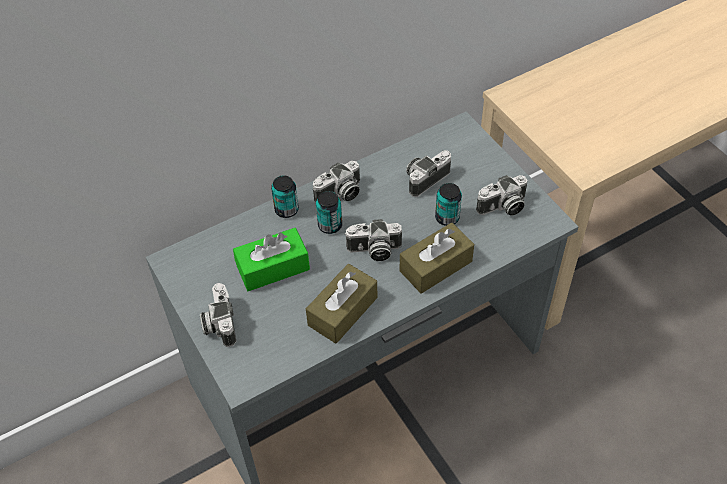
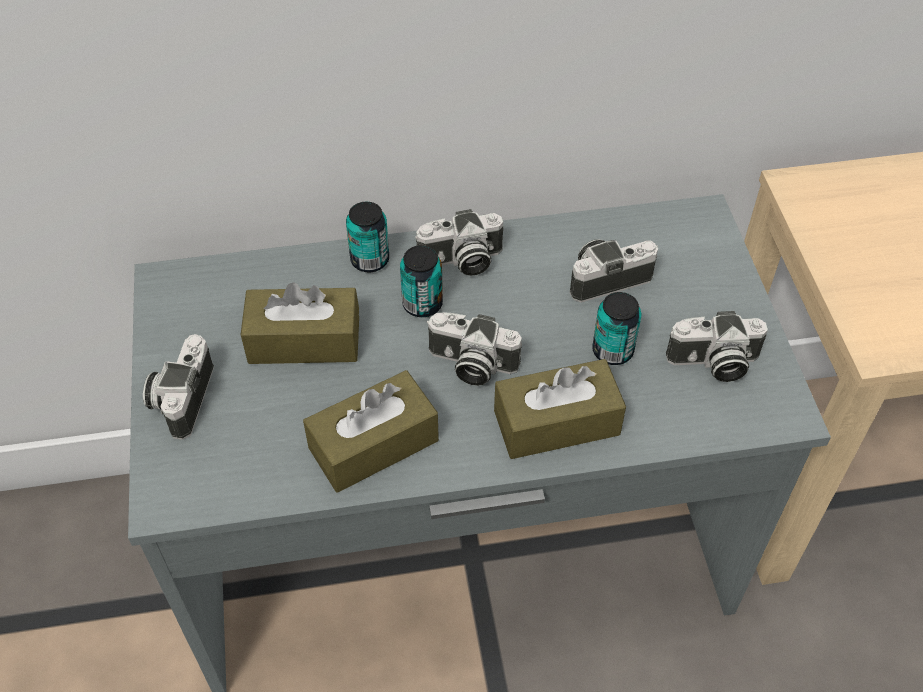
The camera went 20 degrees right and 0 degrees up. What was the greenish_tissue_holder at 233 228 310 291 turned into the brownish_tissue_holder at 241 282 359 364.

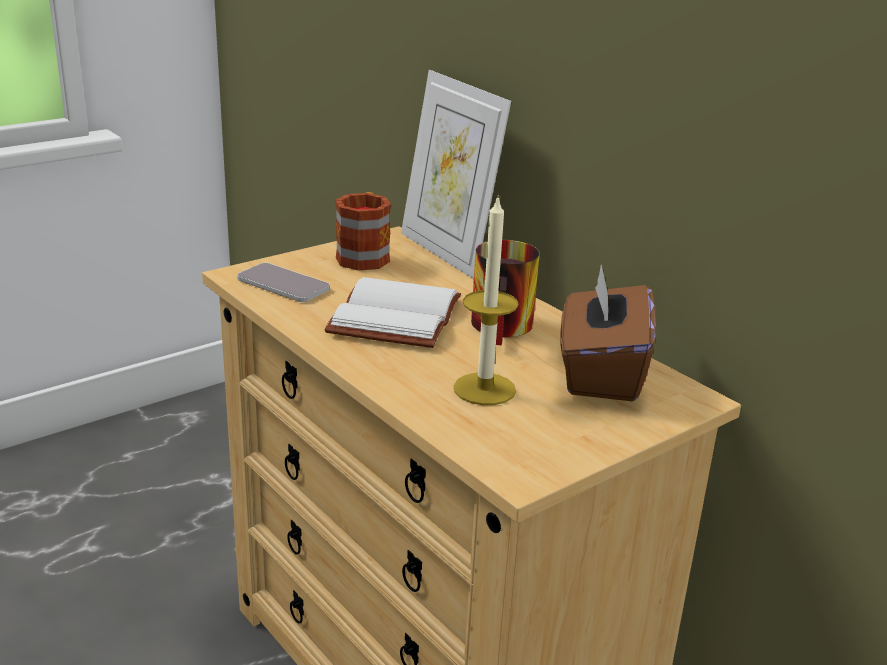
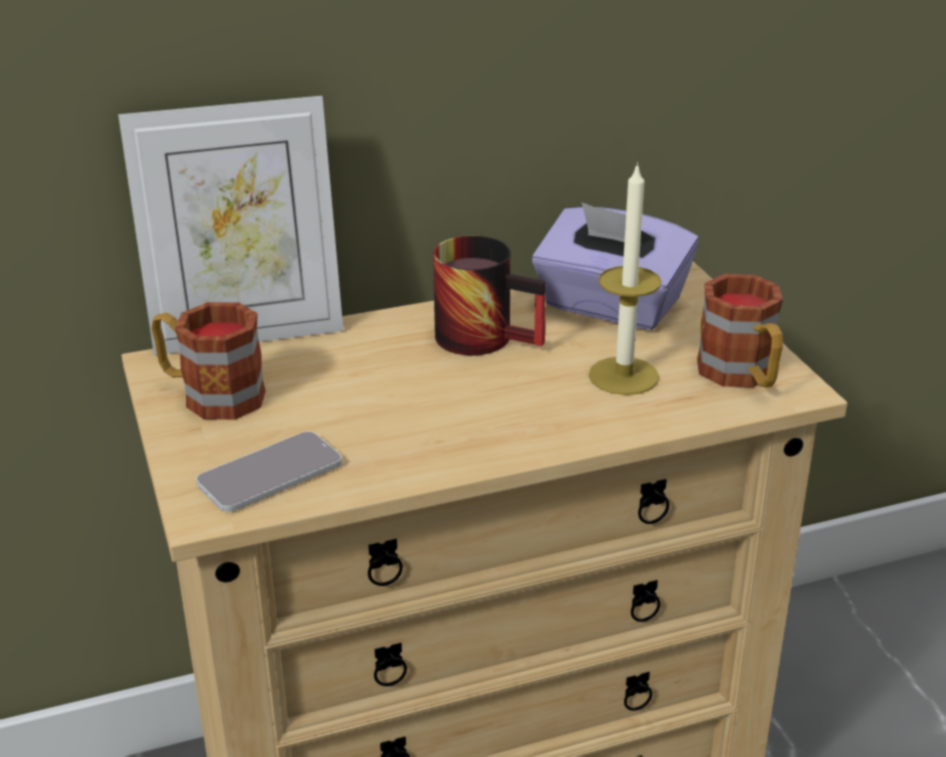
The camera went 70 degrees left and 5 degrees up. The second view lost the white-coloured_bound_book at 325 277 461 348. The second view gained the coffee_mug at 697 274 783 388. What was the brownish_tissue_holder at 560 265 656 401 turned into the purple_tissue_holder at 532 202 699 330.

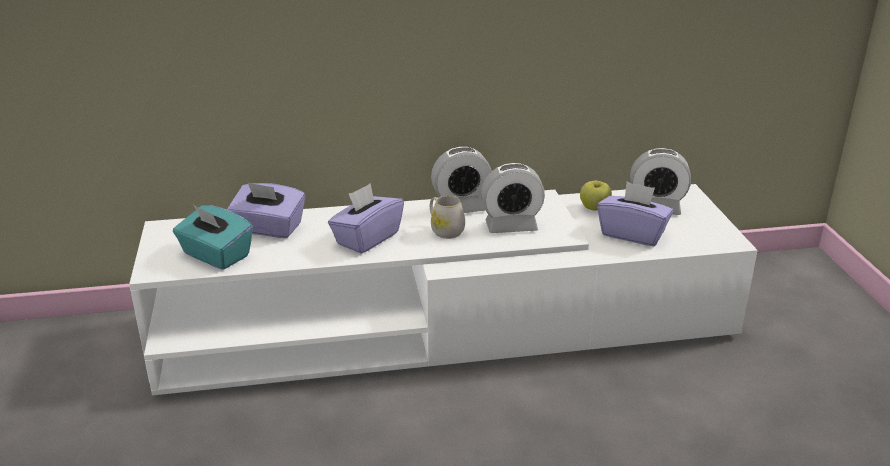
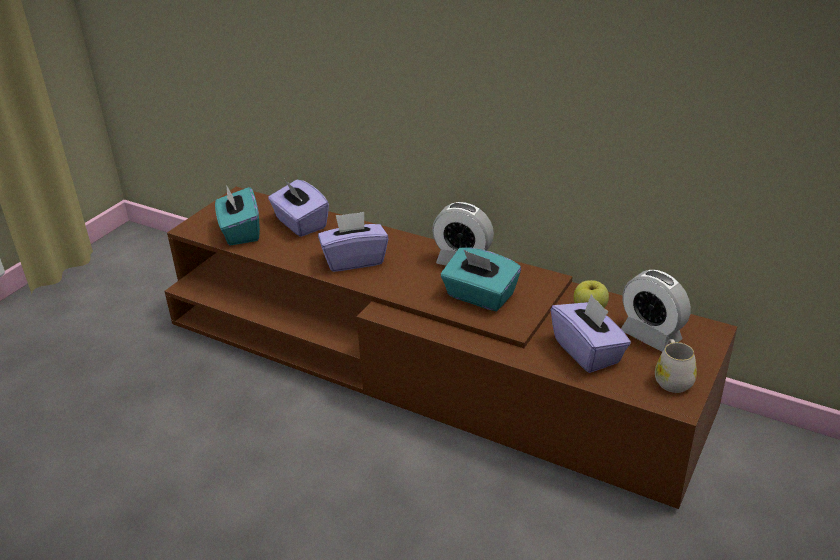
The camera went 40 degrees right and 5 degrees up. The white-coloured_coffee_mug ended up elsewhere, having gone from 430 196 465 239 to 655 339 697 393. Where the alarm_clock stood at 481 163 545 233, the turquoise_tissue_holder came to stand at 441 248 521 311. What was the white-coloured_media_console at 129 184 758 395 turned into the brownish_media_console at 164 187 737 509.

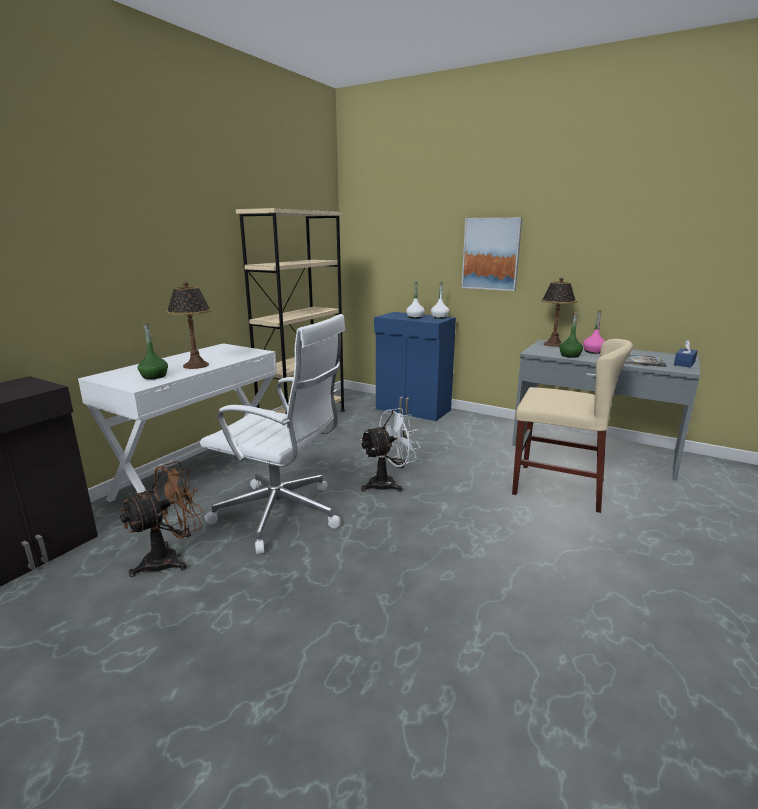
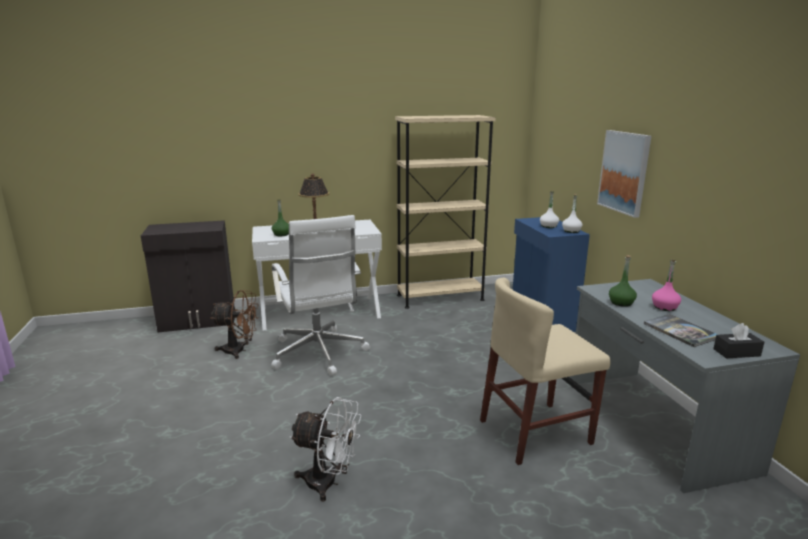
The camera went 45 degrees right and 0 degrees up. The second view lost the tabletop_lamp at 541 278 577 347. The white-coloured_fan ended up elsewhere, having gone from 360 408 420 492 to 289 397 361 502. What was the bluish_tissue_holder at 674 340 698 367 turned into the black_tissue_holder at 713 323 764 358. The beige_upright_chair at 512 339 633 513 ended up facing another way, 90 degrees clockwise from before.

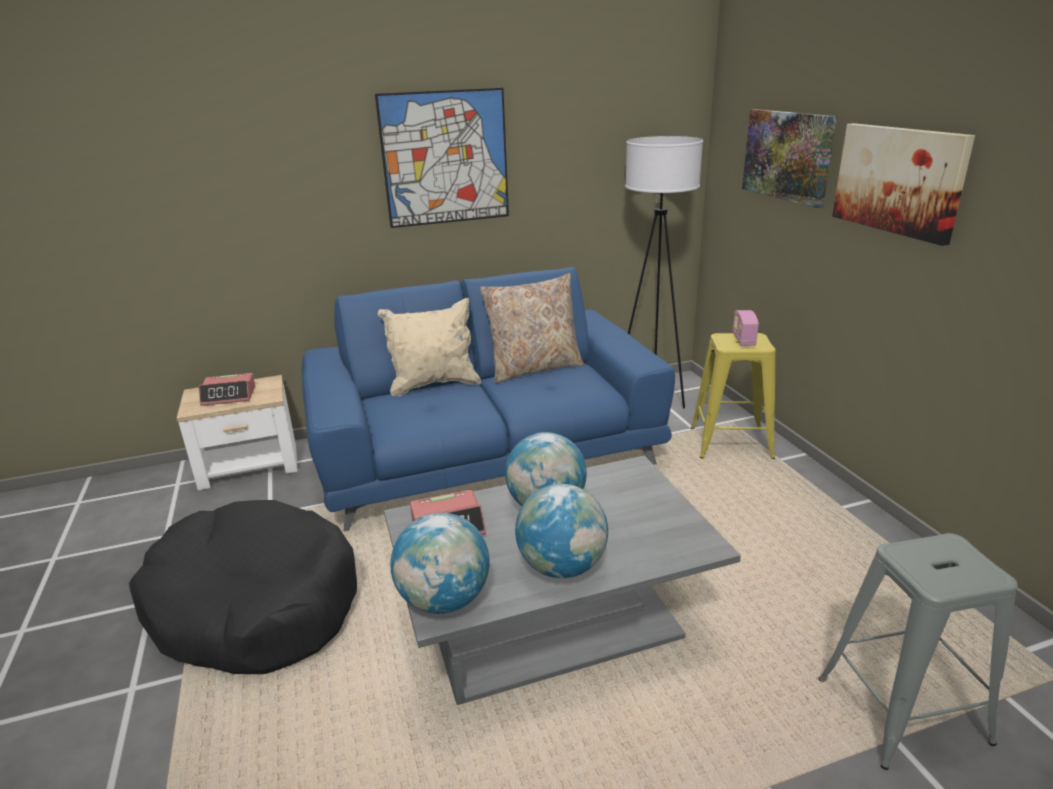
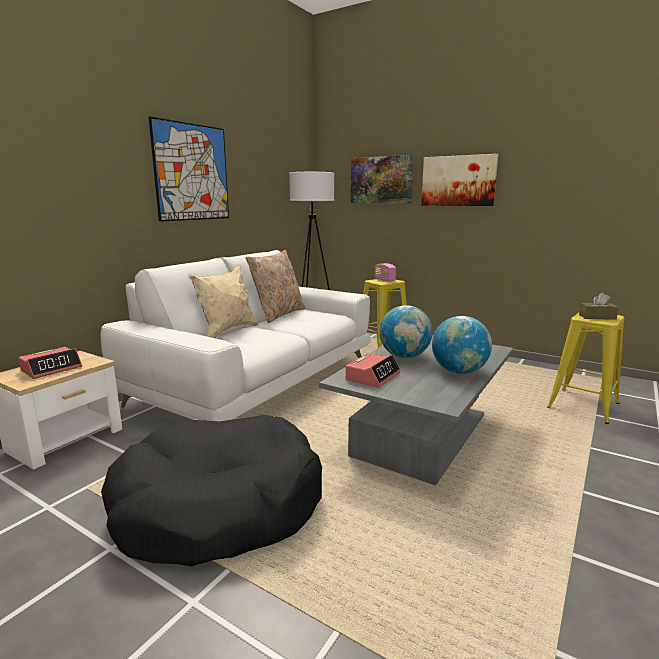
The camera went 40 degrees left and 10 degrees down. The second view lost the world_globe at 390 513 490 614. The second view gained the brownish_tissue_holder at 579 293 619 320. What was the bluish_settee at 302 267 675 531 turned into the white-coloured_settee at 100 250 371 422. What was the grey_stool at 819 533 1017 770 turned into the yellowish_stool at 547 313 625 424.

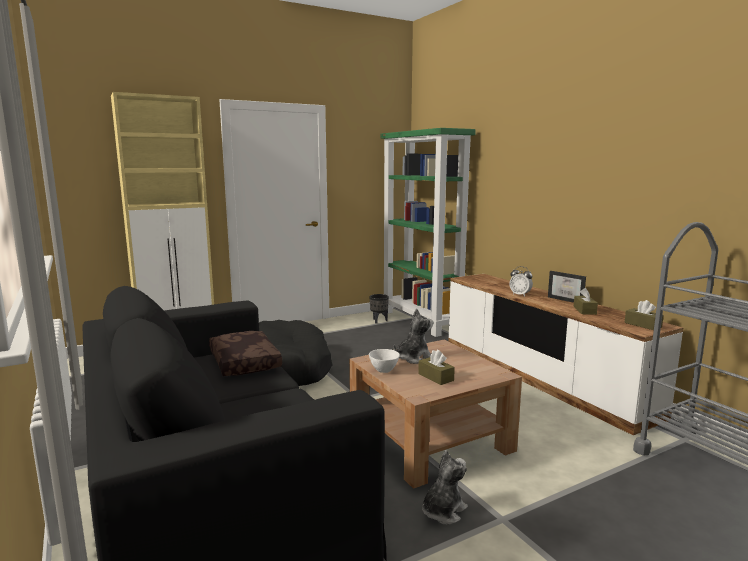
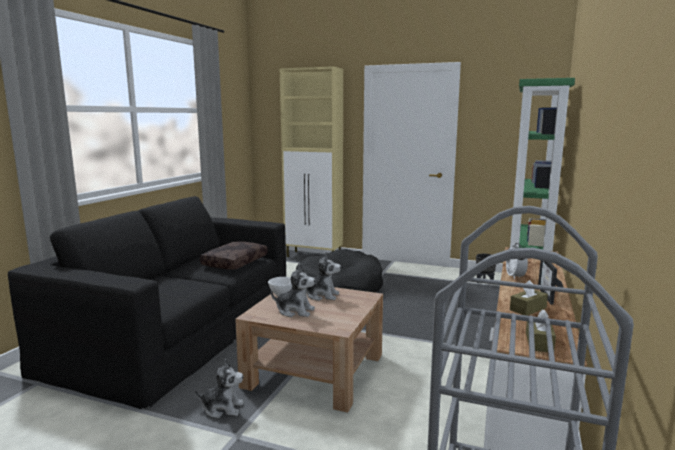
The camera went 50 degrees right and 0 degrees up. Where the brownish_tissue_holder stood at 418 350 455 385, the plush_toy came to stand at 271 264 315 317.

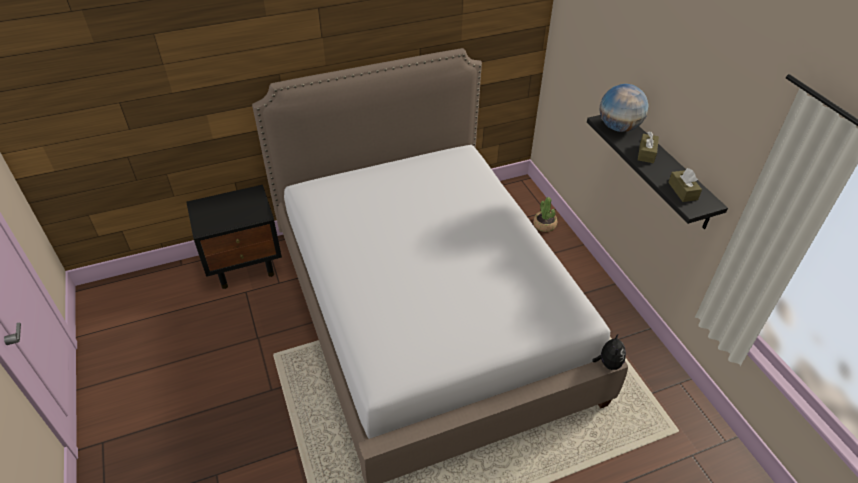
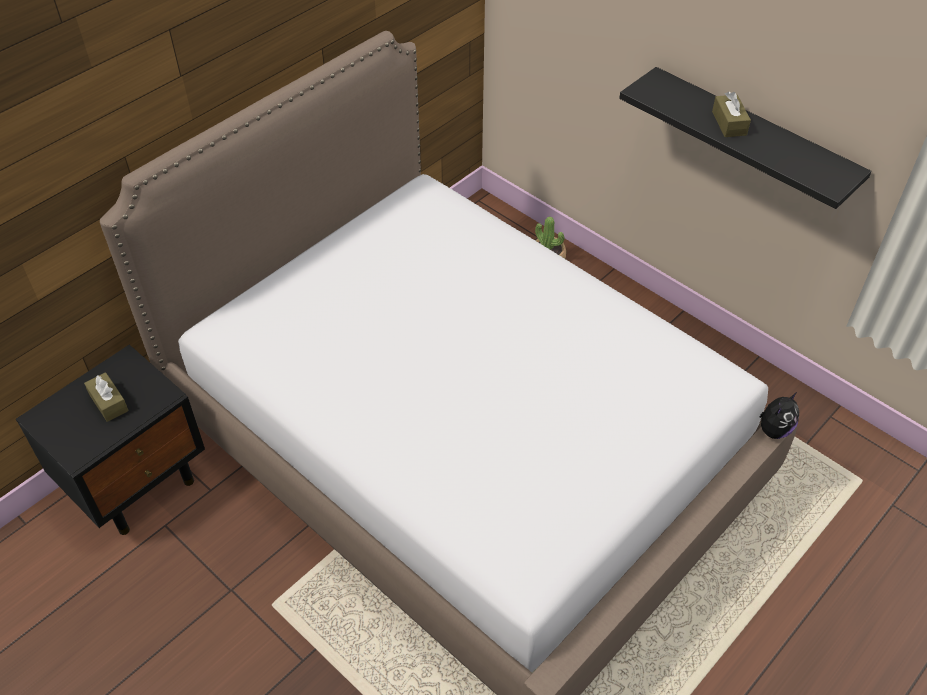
The camera went 25 degrees left and 5 degrees up. The second view lost the world_globe at 599 84 649 132. The brownish_tissue_holder ended up elsewhere, having gone from 668 168 702 202 to 84 372 129 422. The plush_toy at 592 333 626 370 ended up facing another way, 60 degrees clockwise from before.

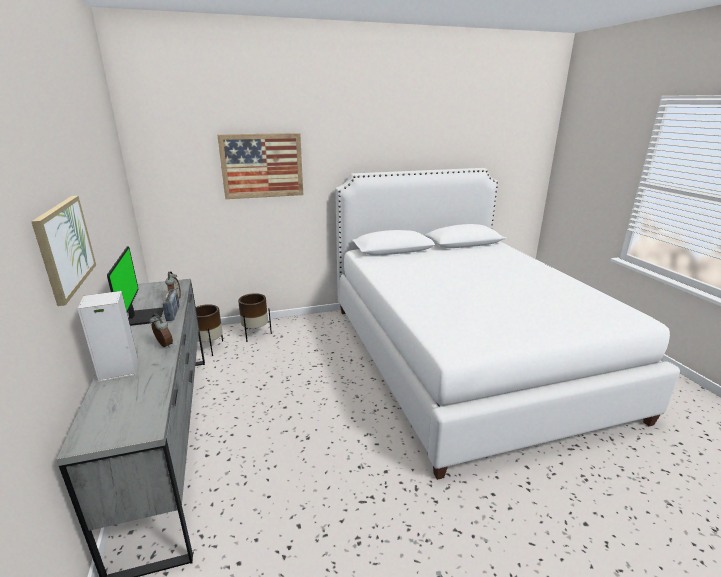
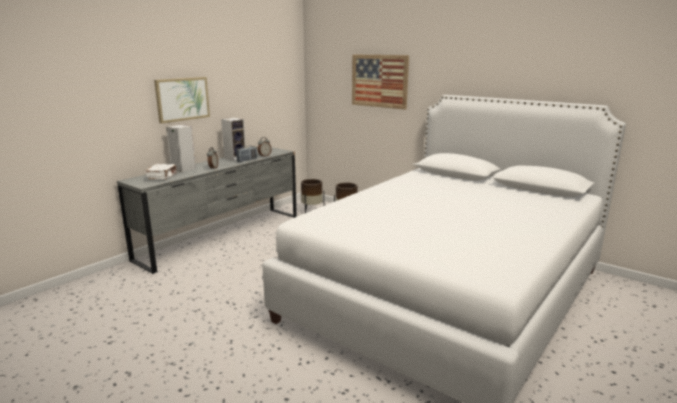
The camera went 55 degrees right and 5 degrees down. The second view gained the white-coloured_bound_book at 145 164 177 180. Where the computer_display stood at 107 246 163 326, the loudspeaker came to stand at 221 118 246 161.

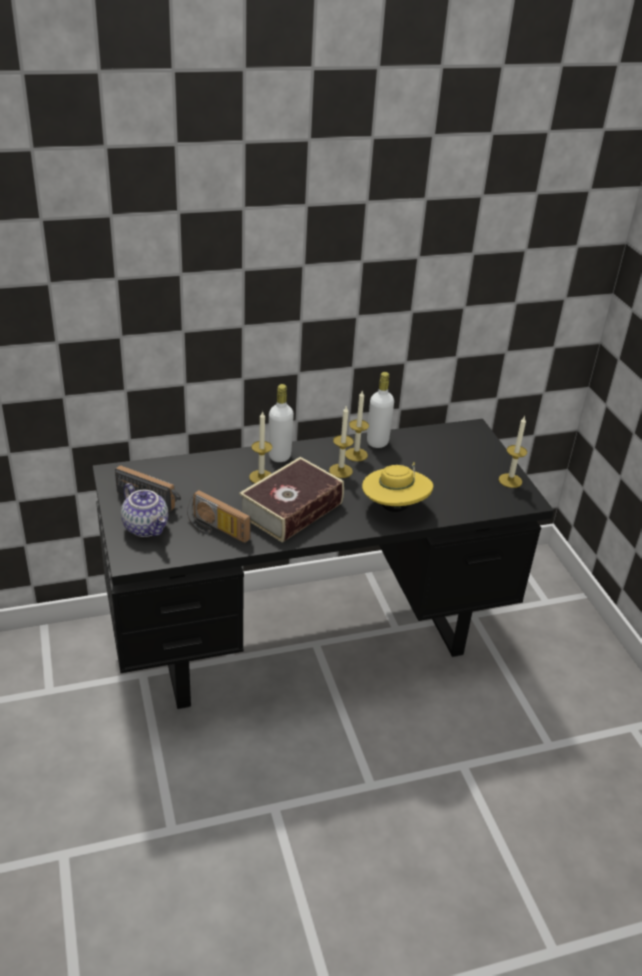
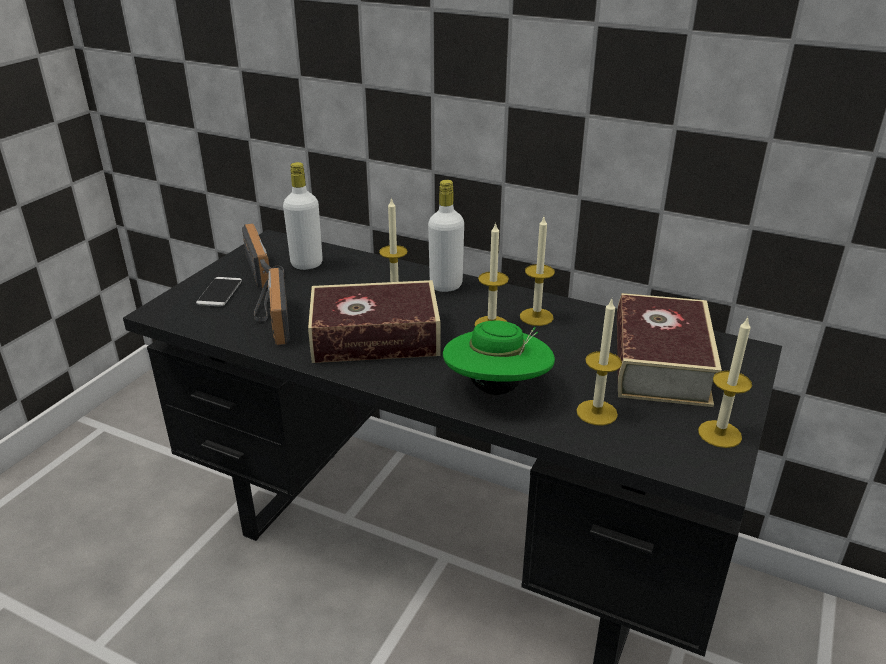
The camera went 45 degrees right and 5 degrees down. The second view gained the candle at 576 299 622 425. The second view gained the bound_book at 617 293 722 407. The white-coloured_bottle ended up elsewhere, having gone from 367 372 394 448 to 283 162 323 270. Where the tea_pot stood at 121 483 168 537, the phone came to stand at 196 277 242 307. What was the yellowish_clothing_hat at 362 462 433 512 turned into the greenish_clothing_hat at 443 321 555 395.

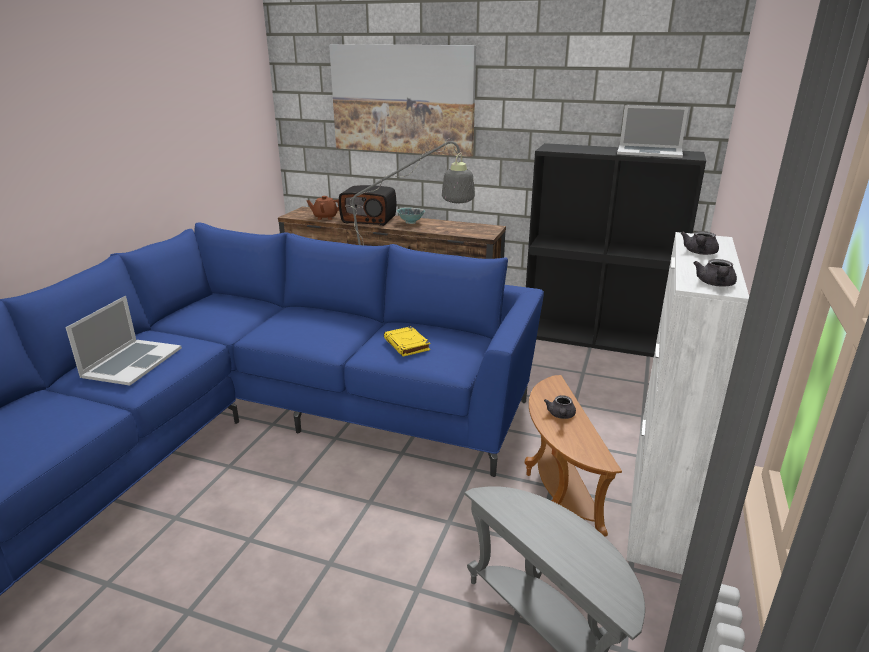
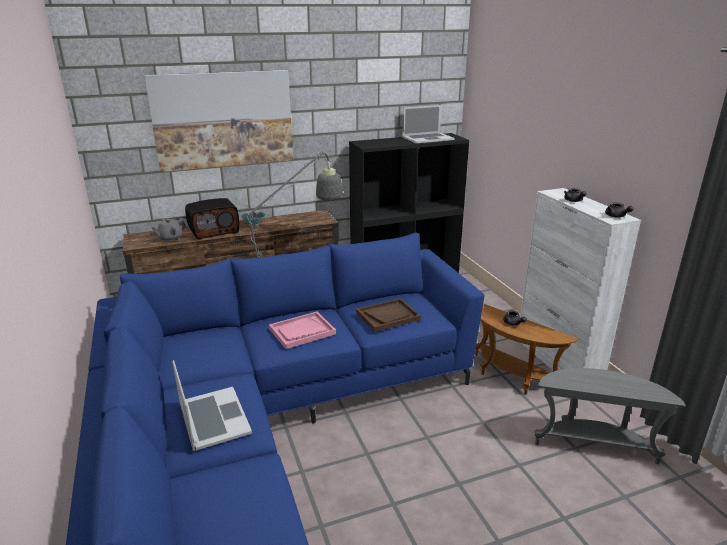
The camera went 40 degrees left and 0 degrees up. The second view gained the pink-coloured_serving_tray at 269 311 336 349. Where the yellowish_bound_book stood at 384 326 430 357, the brownish_serving_tray came to stand at 356 298 421 332. What was the brownish_tea_pot at 307 196 339 220 turned into the grey_tea_pot at 151 219 186 243.

